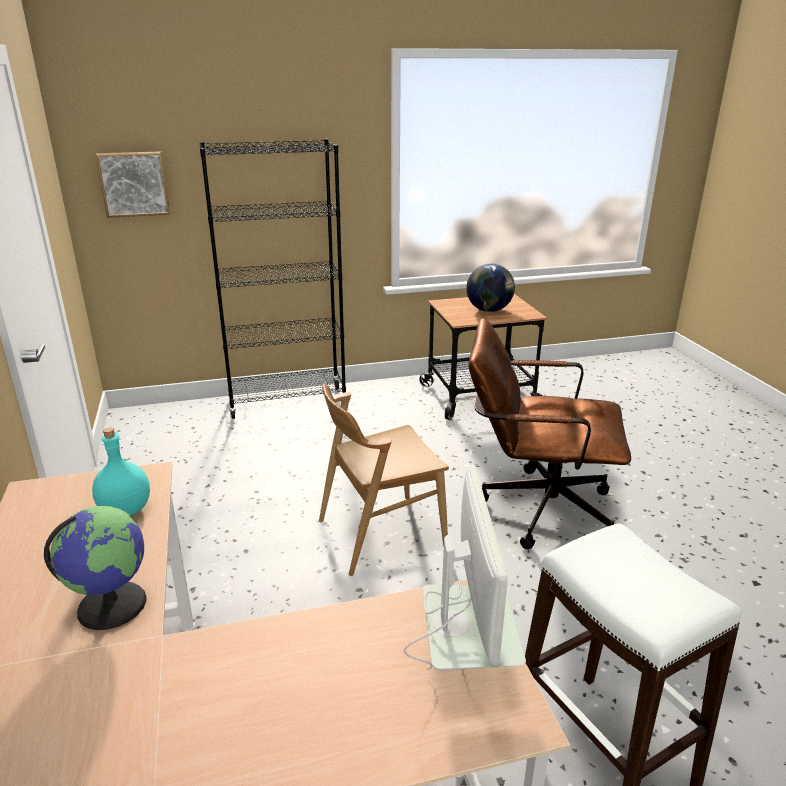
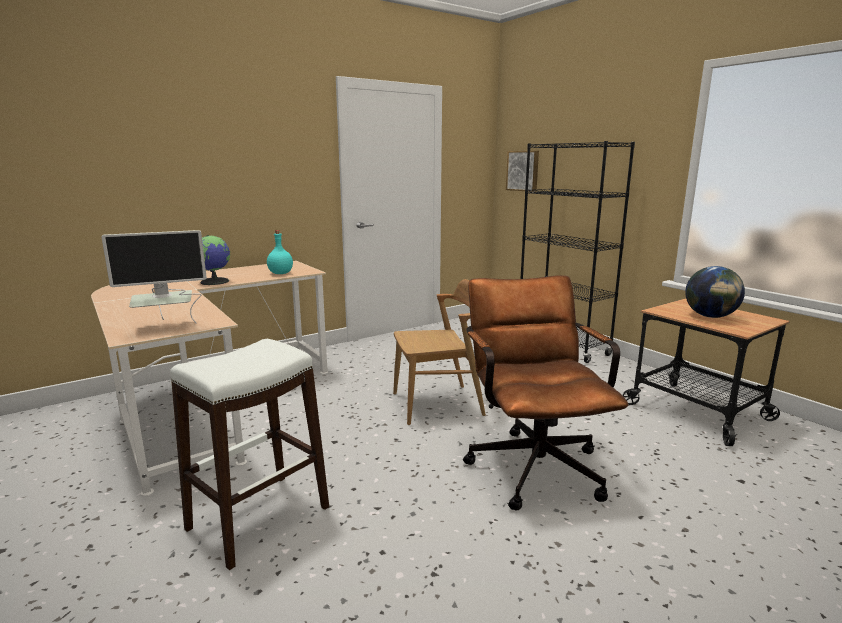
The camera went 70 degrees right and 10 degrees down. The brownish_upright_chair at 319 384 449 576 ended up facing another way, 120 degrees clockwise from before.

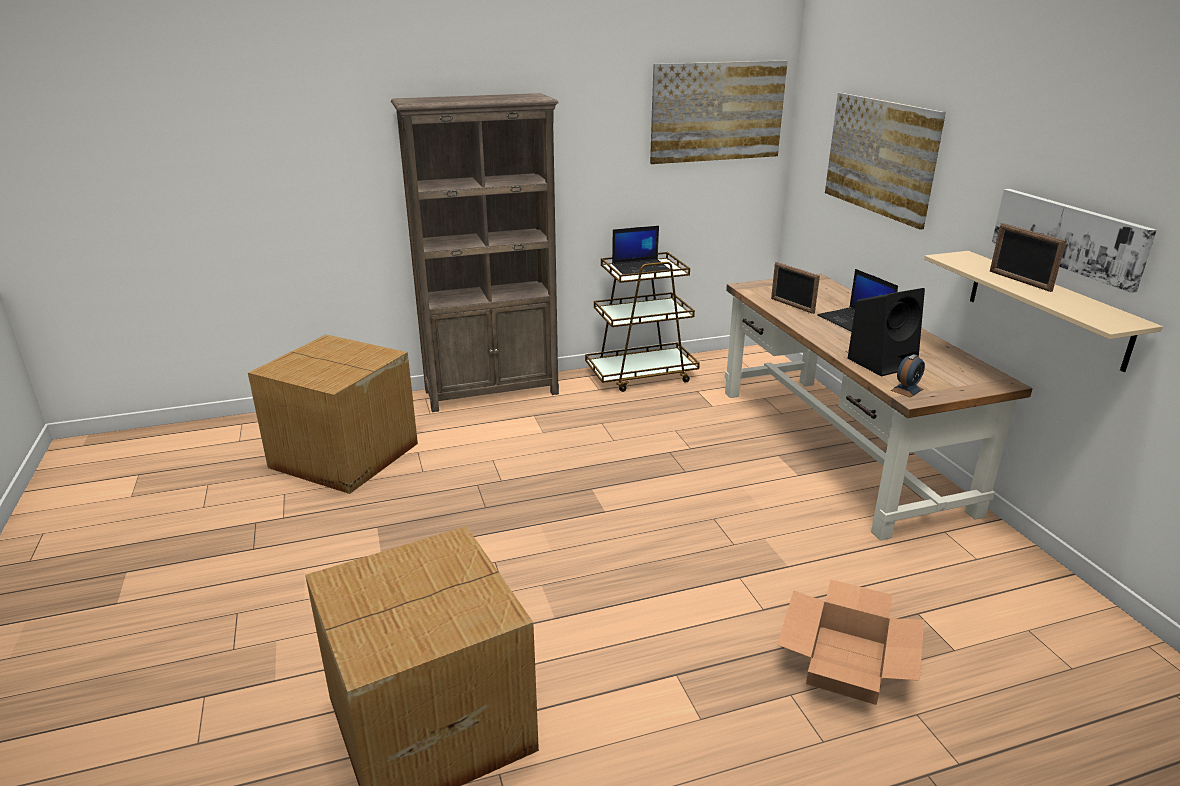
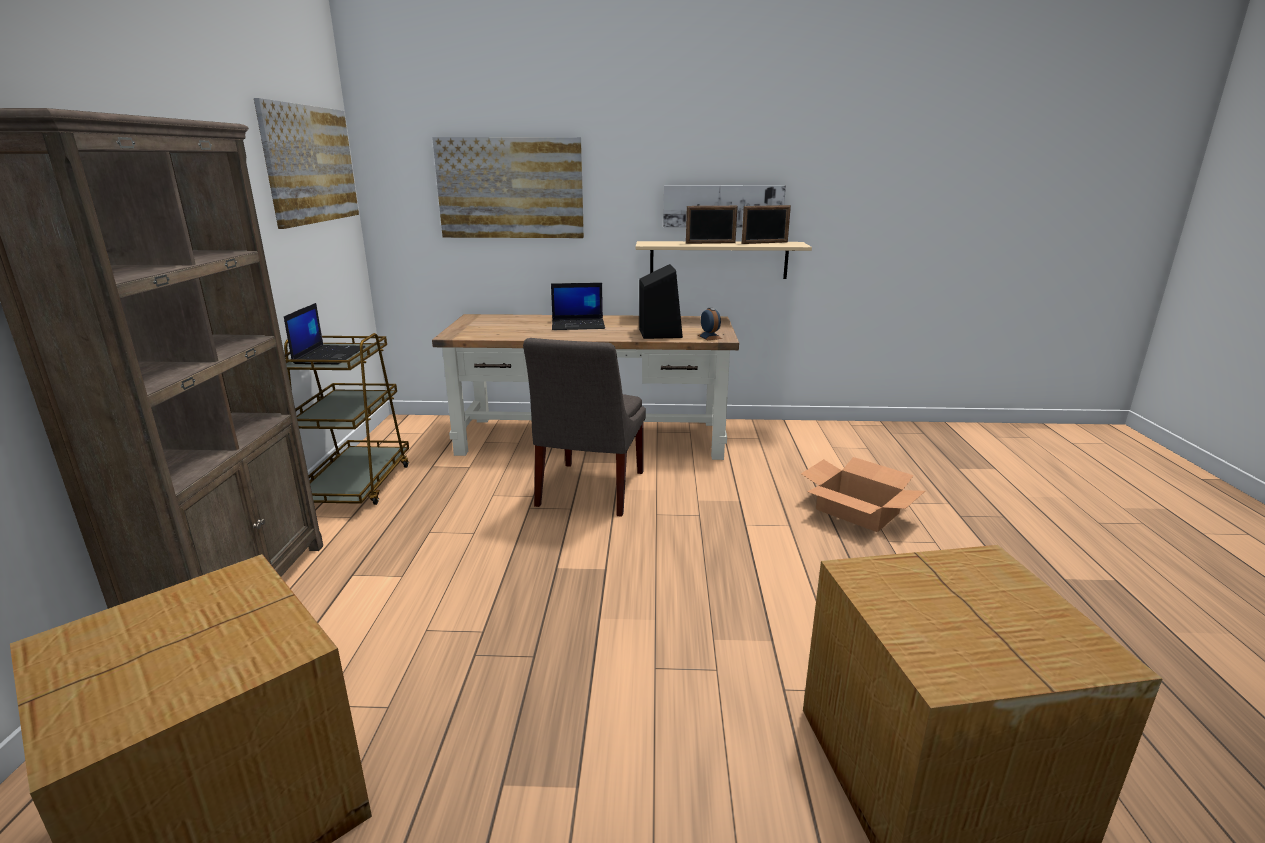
The camera went 70 degrees left and 5 degrees down. The second view gained the grey_upright_chair at 523 338 646 517. The picture_frame ended up elsewhere, having gone from 771 262 820 314 to 742 205 791 244.

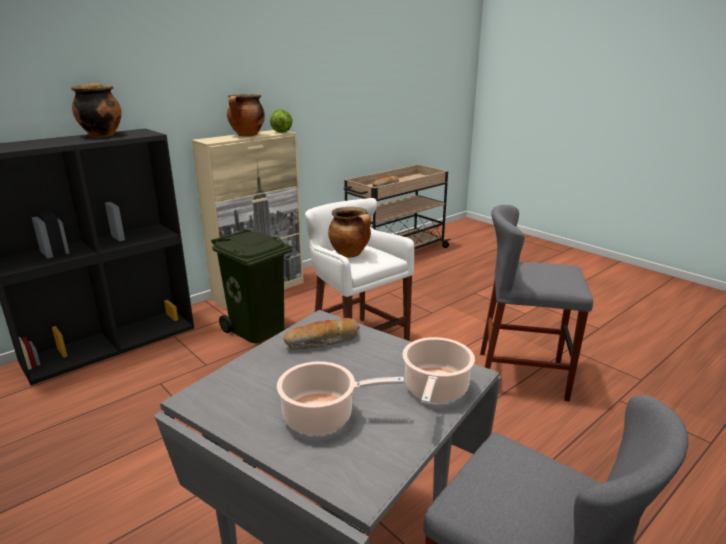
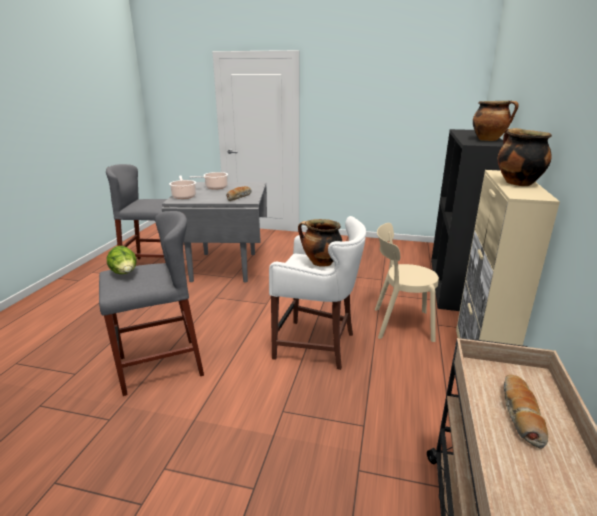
The camera went 145 degrees right and 0 degrees up. The lettuce_head ended up elsewhere, having gone from 270 109 293 133 to 107 246 136 274. Where the greenish_trash_can stood at 211 230 292 343, the beige_upright_chair came to stand at 375 223 439 342.

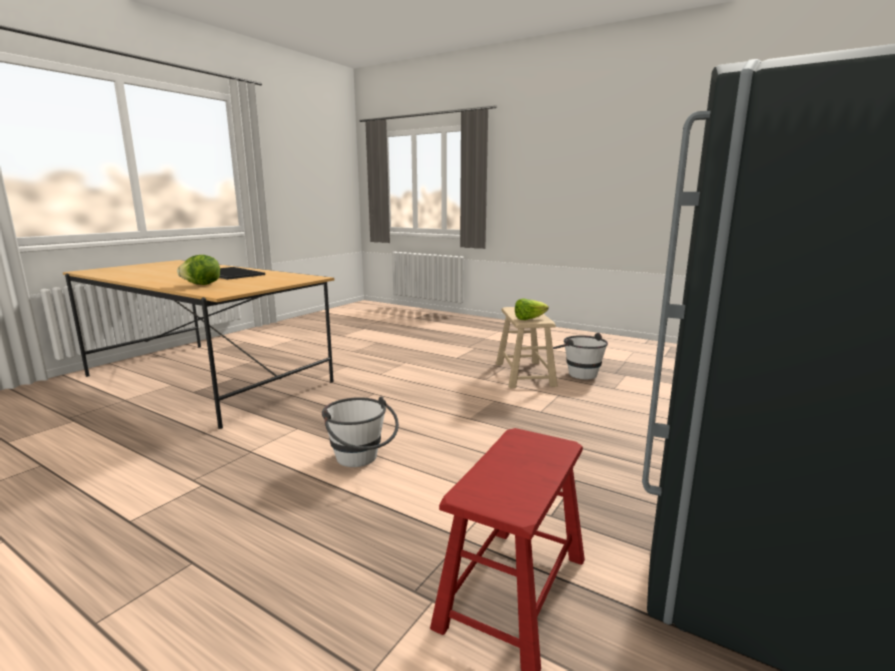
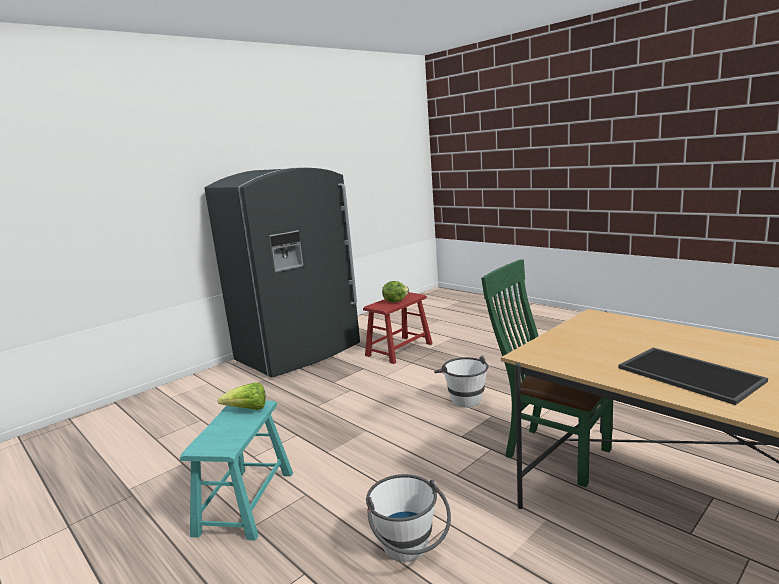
The camera went 165 degrees left and 0 degrees up. The second view gained the greenish_upright_chair at 481 259 613 487. The lettuce_head ended up elsewhere, having gone from 177 255 220 285 to 382 281 409 302. The white-coloured_bucket ended up elsewhere, having gone from 553 333 608 379 to 366 474 451 562. What was the beige_stool at 496 307 558 388 turned into the turquoise_stool at 180 401 293 540.

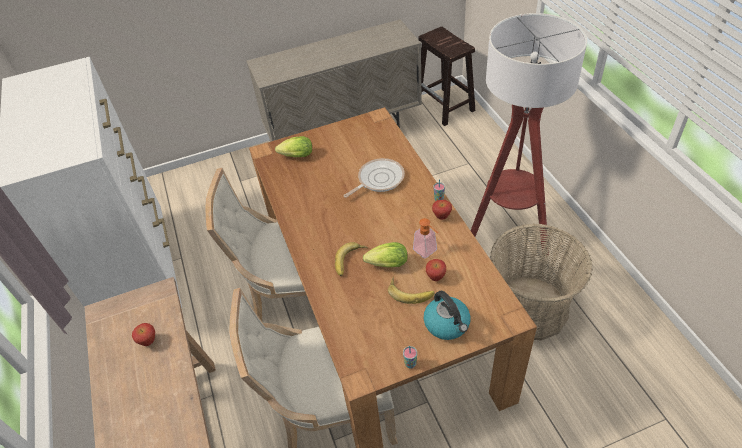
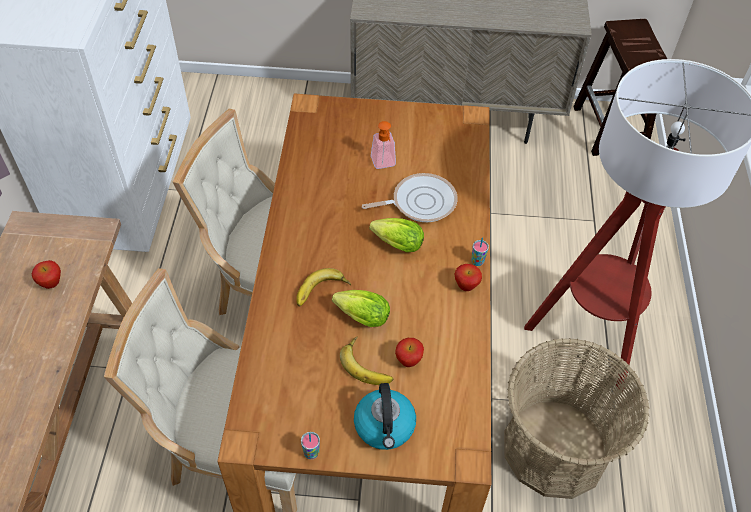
The camera went 20 degrees right and 5 degrees up. The lettuce_head ended up elsewhere, having gone from 275 136 312 157 to 369 218 424 252. The liquid_soap_bottle ended up elsewhere, having gone from 413 218 438 258 to 371 121 396 169.

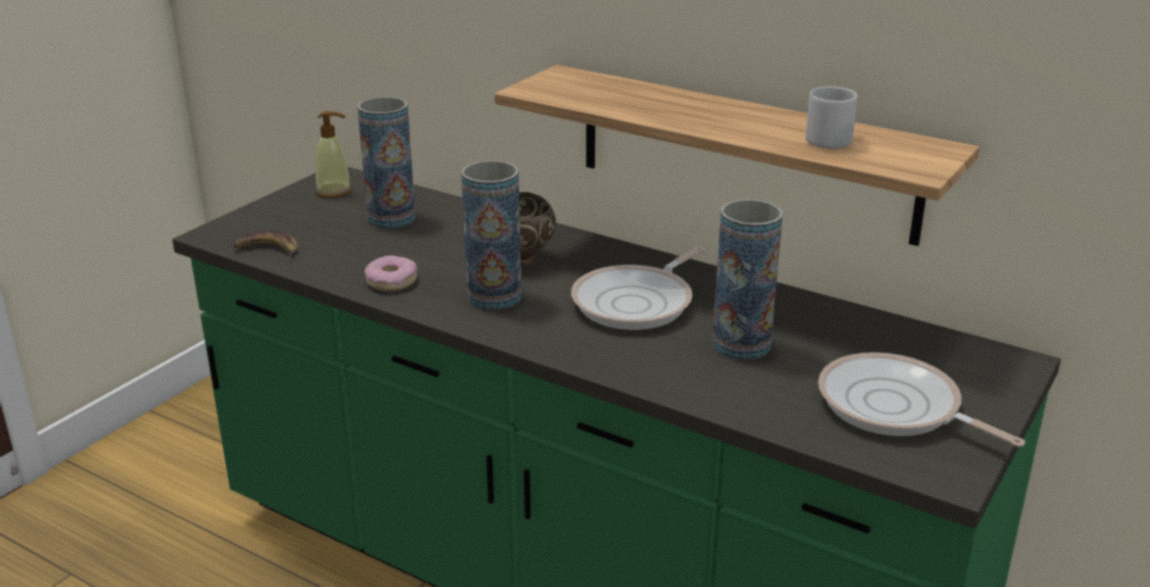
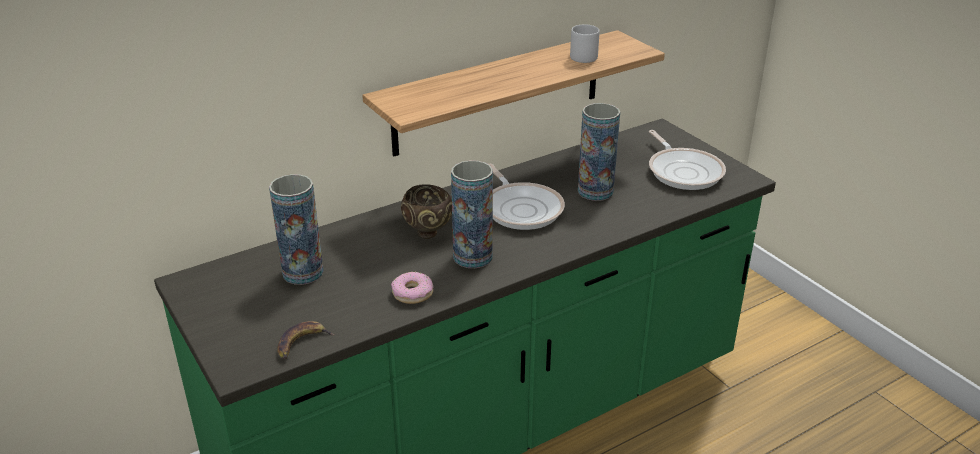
The camera went 65 degrees left and 5 degrees up. The second view lost the liquid_soap_bottle at 315 111 352 198. The frying_pan at 818 352 1025 447 ended up facing another way, 90 degrees counterclockwise from before.

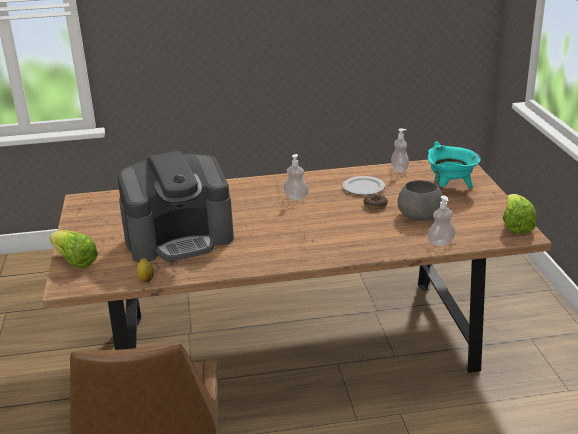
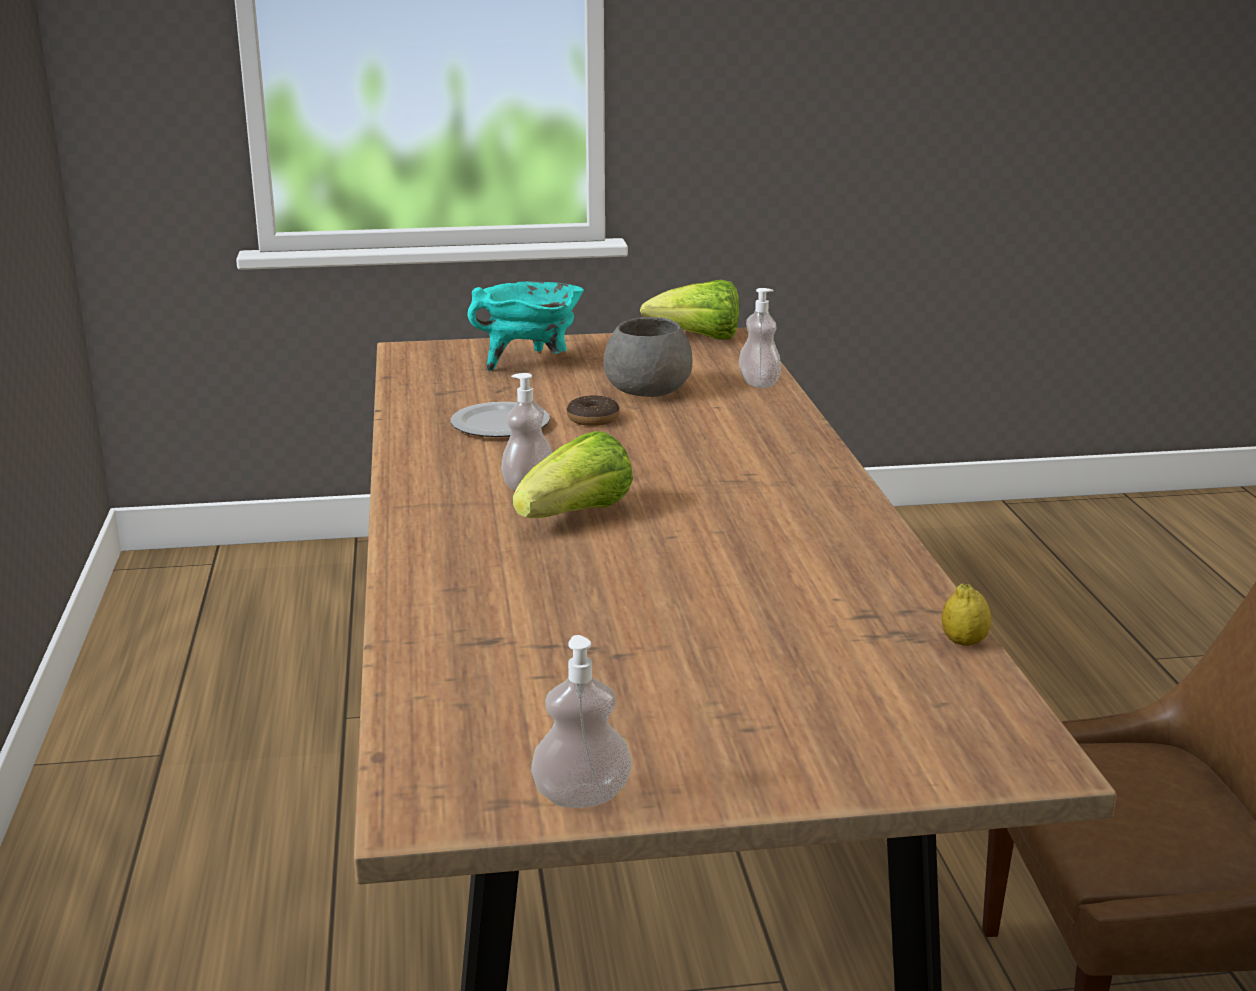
The camera went 90 degrees left and 5 degrees down. The second view lost the coffee_machine at 117 151 234 262. The lettuce_head ended up elsewhere, having gone from 49 230 98 268 to 513 431 633 518. The liquid_soap_bottle ended up elsewhere, having gone from 391 128 409 172 to 531 635 632 808.

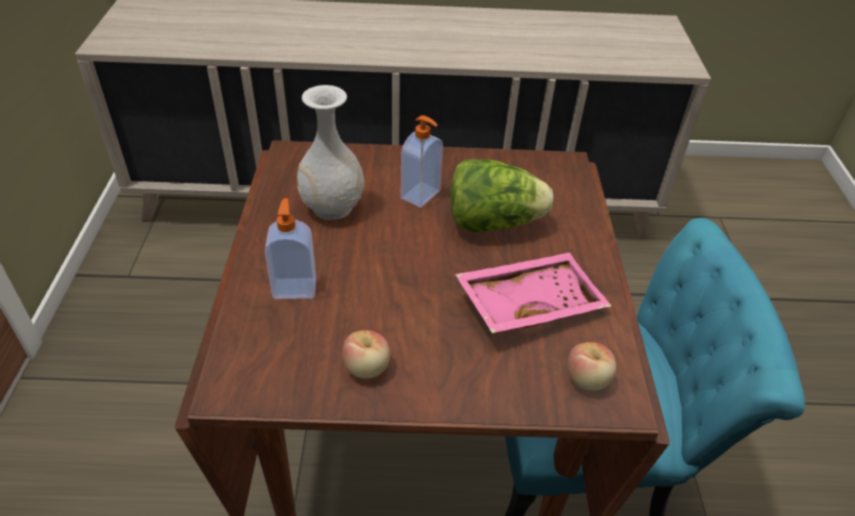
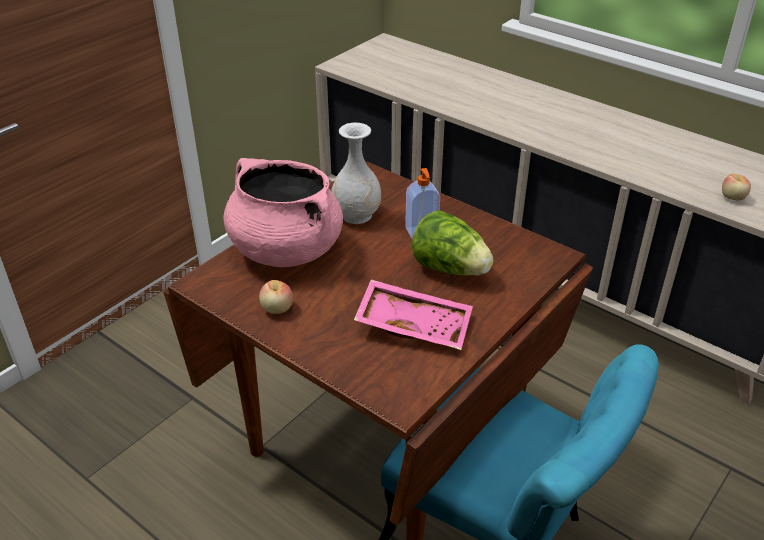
The camera went 40 degrees right and 5 degrees down. The apple_fruit ended up elsewhere, having gone from 567 342 616 391 to 722 174 751 200. Where the liquid_soap_bottle stood at 265 198 316 299, the pink-coloured_cooking_pot came to stand at 223 158 343 267.

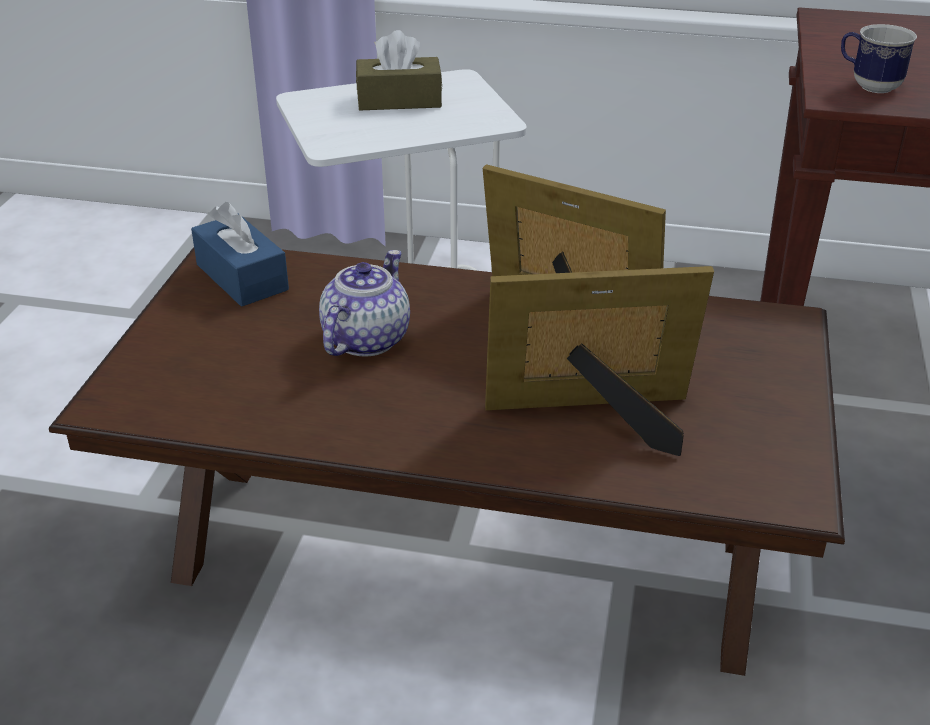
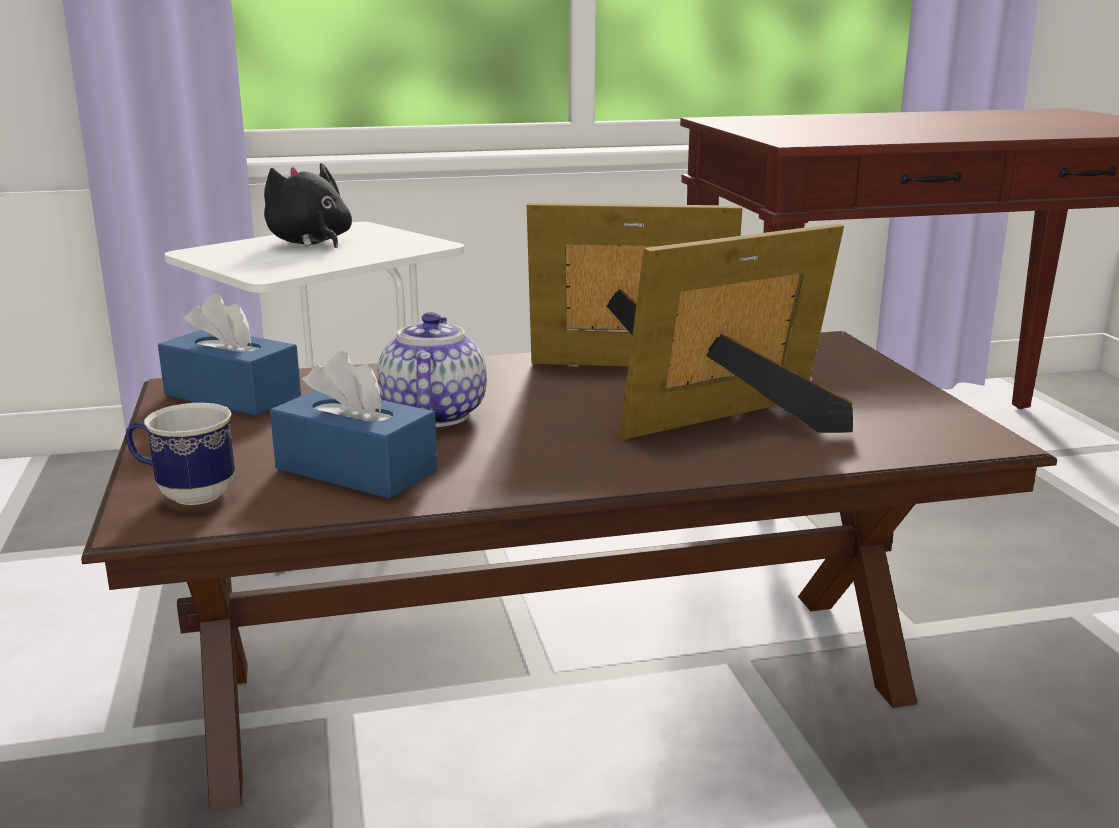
The camera went 25 degrees left and 15 degrees down. The second view gained the bluish_tissue_holder at 270 351 437 499. The coffee_mug ended up elsewhere, having gone from 841 24 917 93 to 126 403 235 505. Where the brownish_tissue_holder stood at 356 30 442 110, the black_plush_toy came to stand at 264 163 352 248.

